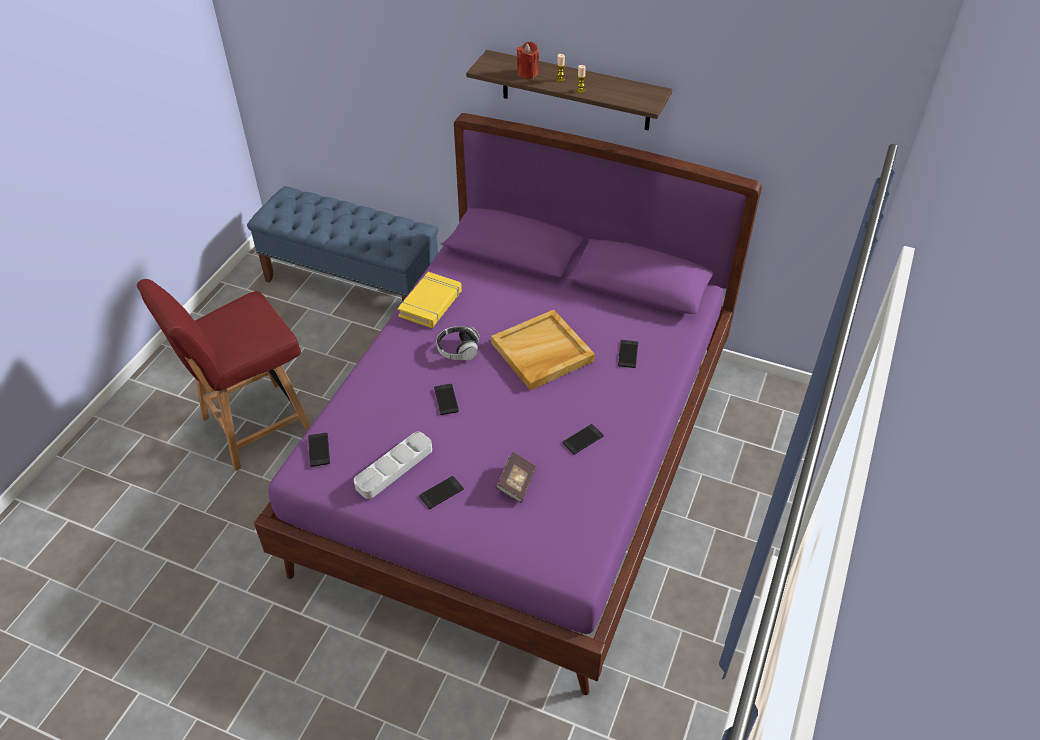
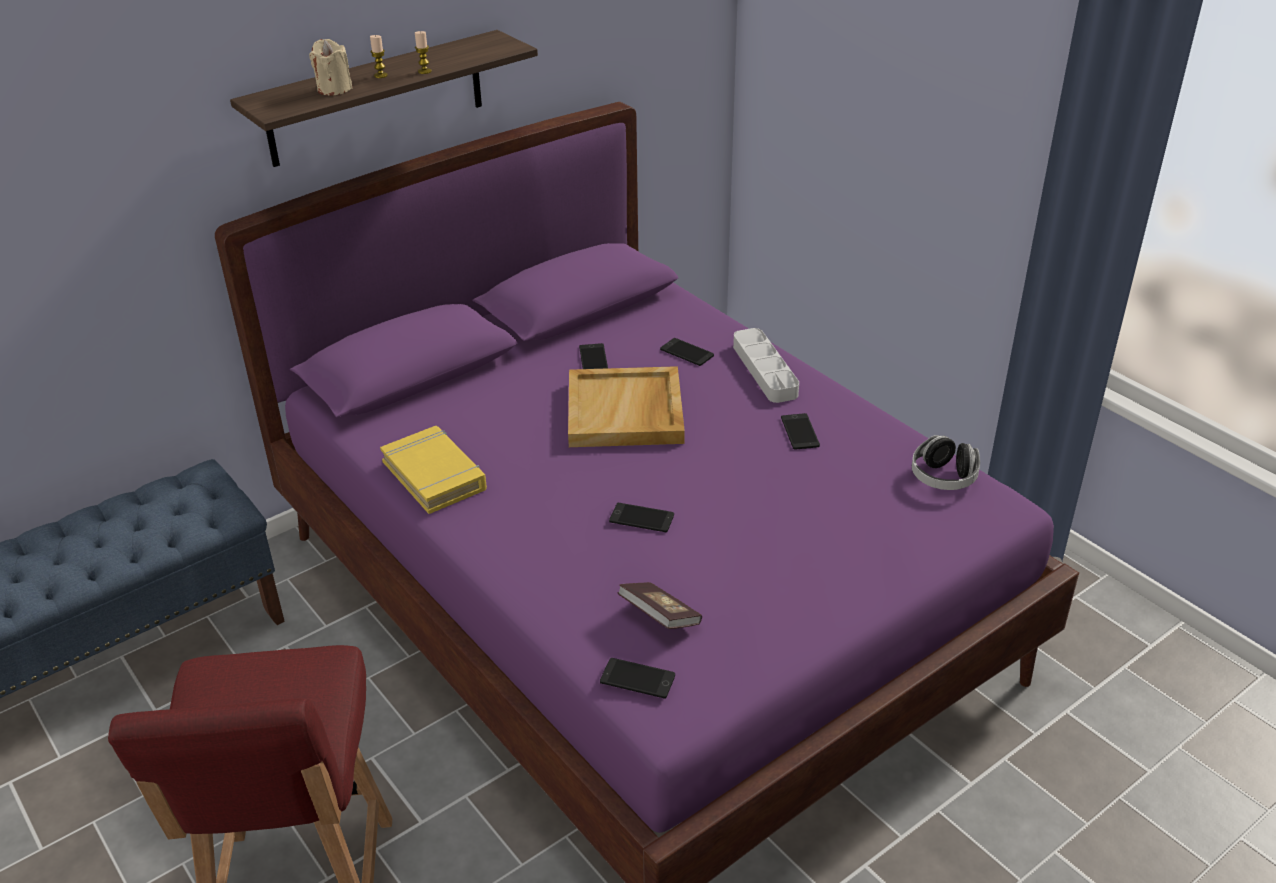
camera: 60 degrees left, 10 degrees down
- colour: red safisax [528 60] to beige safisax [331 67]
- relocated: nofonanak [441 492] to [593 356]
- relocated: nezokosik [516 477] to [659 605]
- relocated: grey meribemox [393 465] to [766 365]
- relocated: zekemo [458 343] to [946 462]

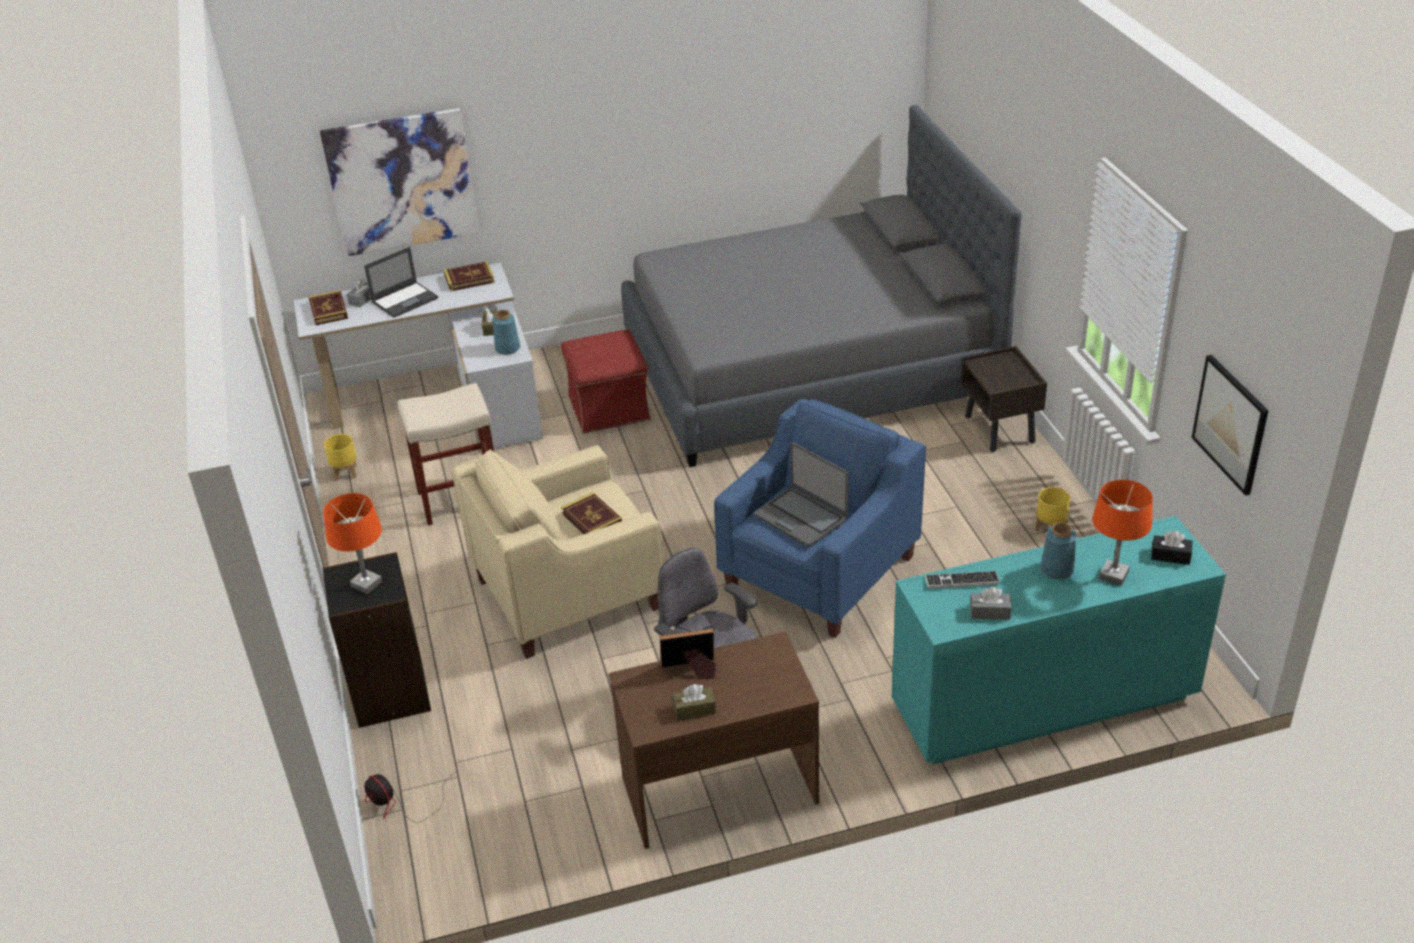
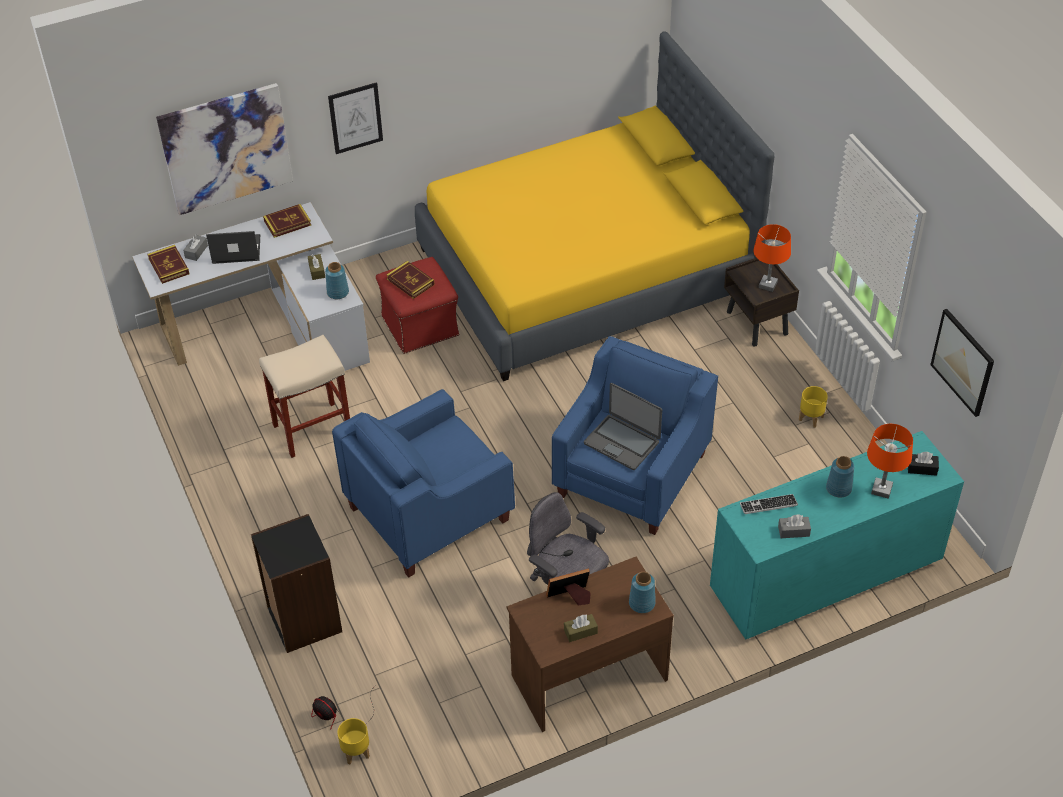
camera: 10 degrees left, 10 degrees up
- spun: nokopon [401 282] = [233 247] 135 degrees counterclockwise
- appeared: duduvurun [355 118]
- colour: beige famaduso [558 552] to blue famaduso [423 483]
- relocated: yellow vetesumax [340 457] to [353 741]
- relocated: nezokosik [591 513] to [410 280]
- colour: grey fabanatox [821 286] to yellow fabanatox [595 206]
- appeared: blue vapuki [642 592]
- relocated: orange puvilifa [352 543] to [772 258]

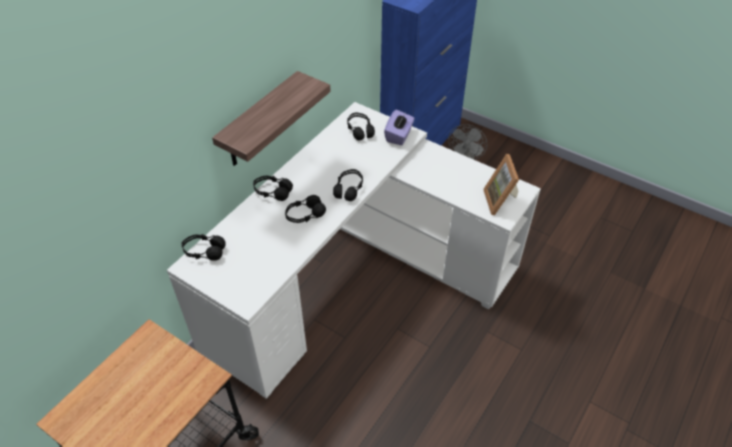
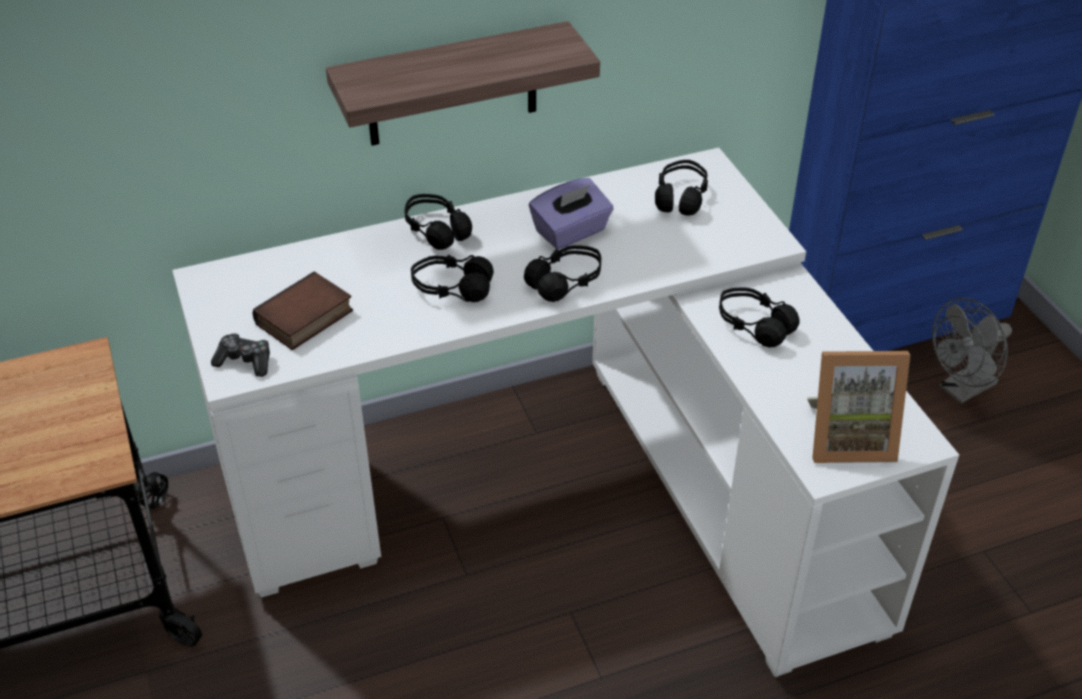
camera: 35 degrees right, 5 degrees down
- appeared: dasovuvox [240 355]
- appeared: nezokosik [302 311]
- relocated: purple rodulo [399 127] to [571 213]
- relocated: black zekemo [203 247] to [759 317]
- spun: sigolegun [501 184] = [858 407] 120 degrees counterclockwise

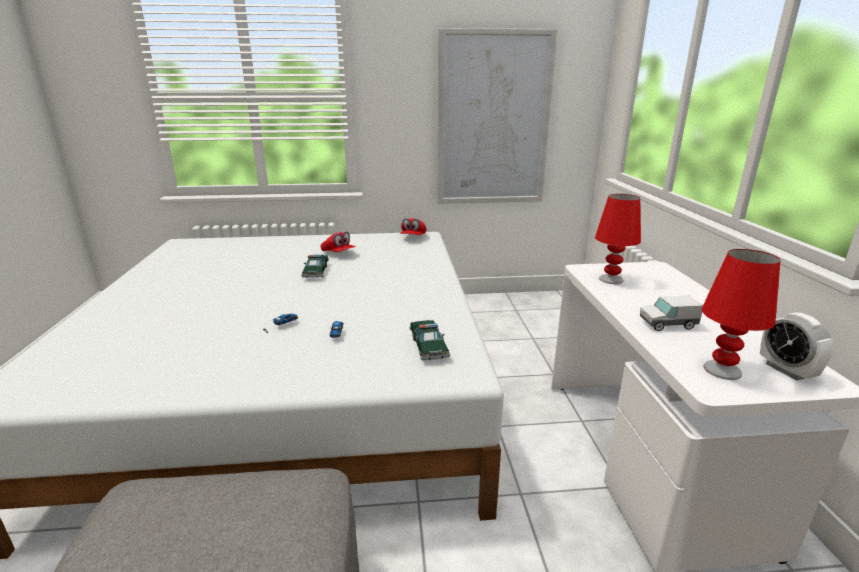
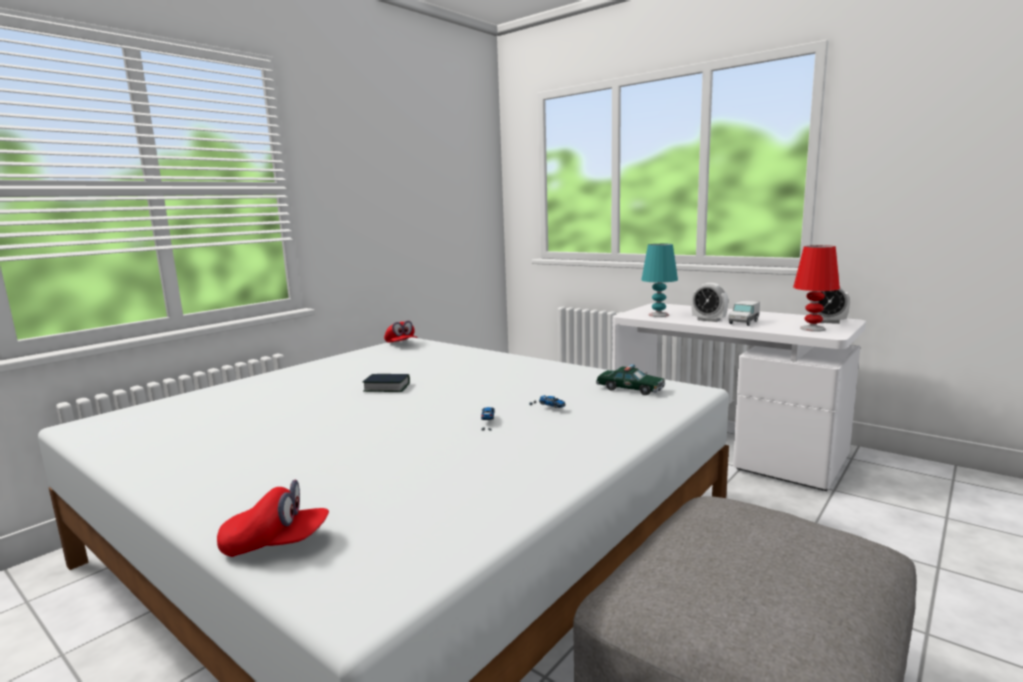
camera: 45 degrees left, 10 degrees down
- relocated: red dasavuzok [338 241] to [273 518]
- exchanged: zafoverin [315 266] to nezokosik [386 383]
- colour: red puvilifa [618 239] to turquoise puvilifa [659 280]
- appeared: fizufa [709 302]
- missing: duduvurun [497 116]

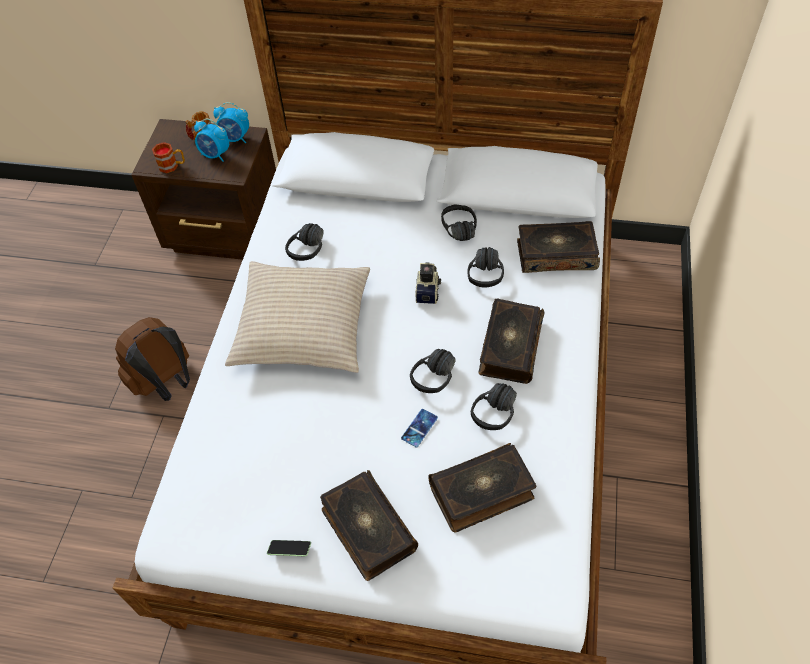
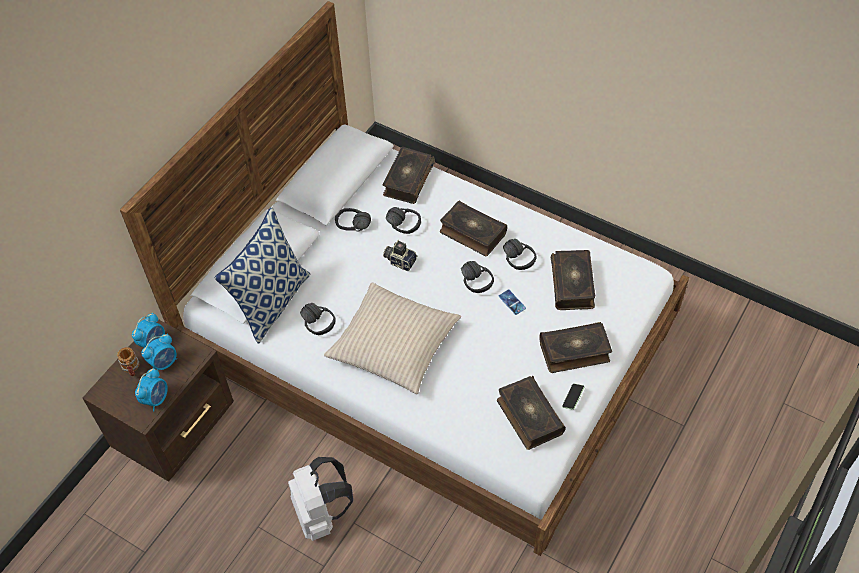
camera: 70 degrees left, 0 degrees up
- exchanged: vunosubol [168 157] to fizufa [151 390]
- appeared: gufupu [262 275]
- colour: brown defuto [152 359] to white defuto [320 499]
- appeared: nezokosik [531 413]

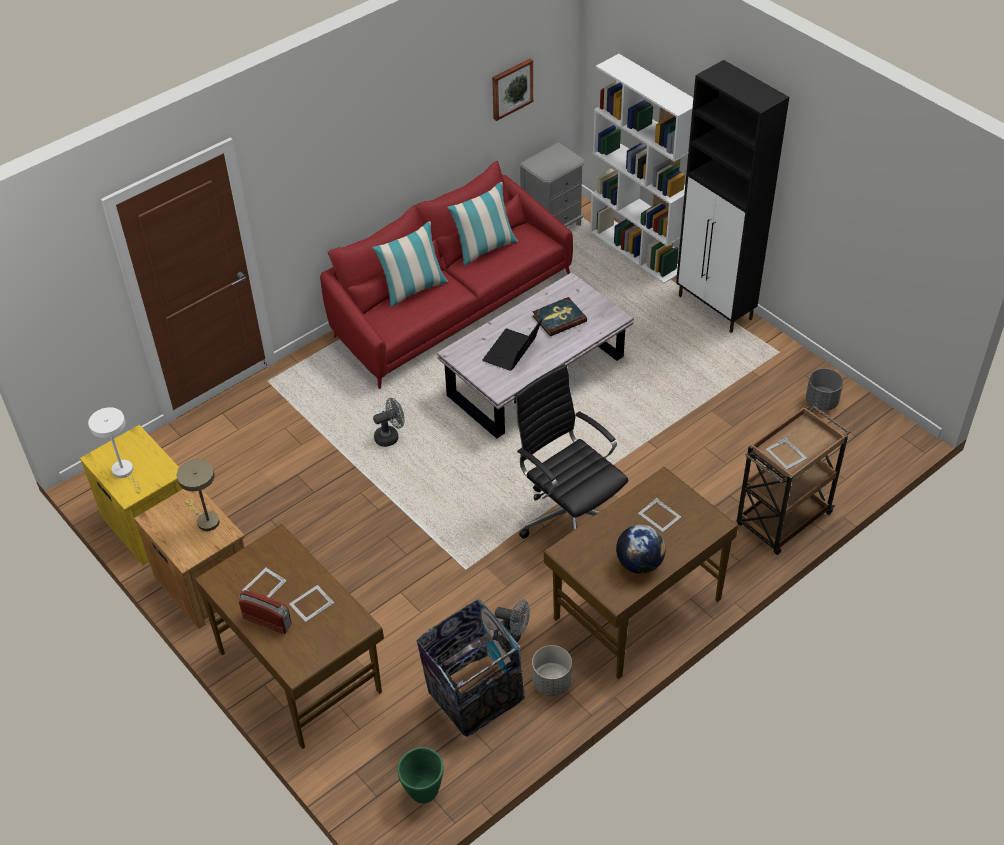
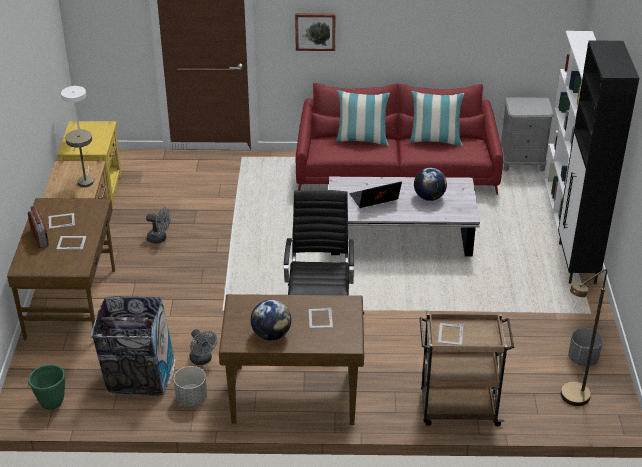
camera: 40 degrees right, 10 degrees down
- relocated: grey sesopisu [388 422] to [158 225]
- relocated: duduvurun [512 90] to [315 32]
- exchanged: nezokosik [559 316] to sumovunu [430 184]
- appeared: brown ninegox [584 337]

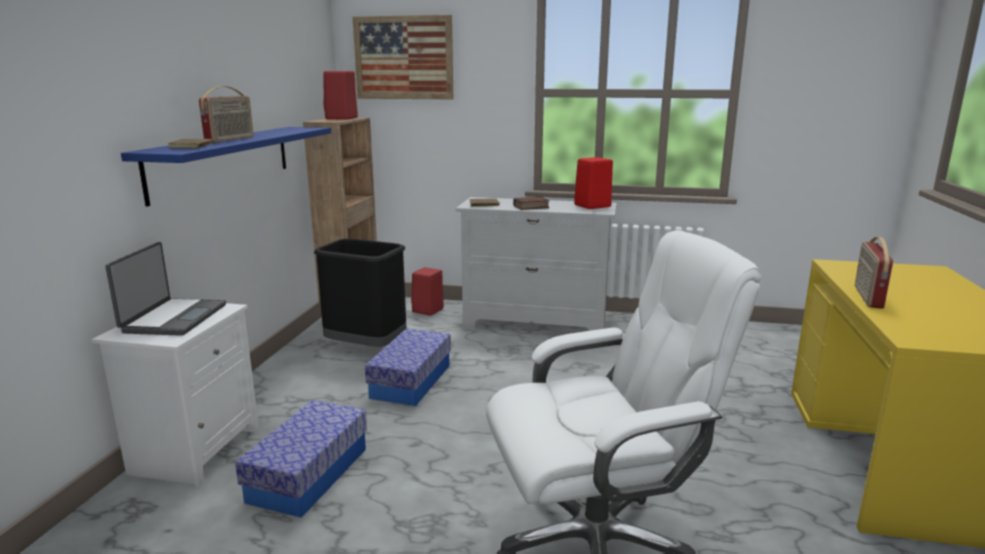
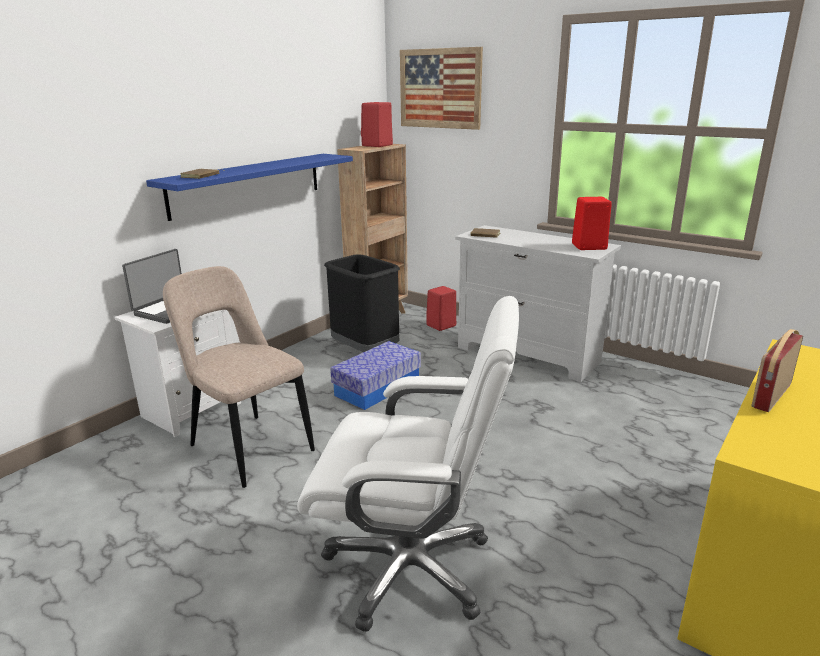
camera: 25 degrees right, 5 degrees up
- exchanged: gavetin [301 459] to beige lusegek [239 377]
- missing: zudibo [226 114]
- missing: nezokosik [531 203]

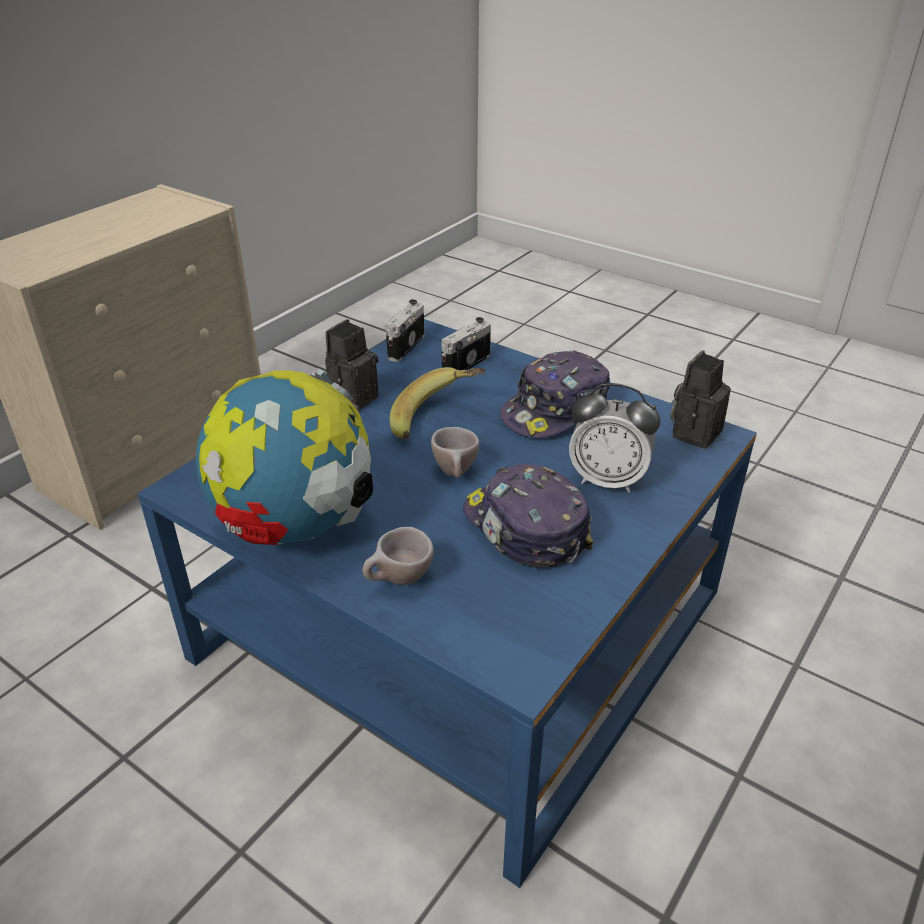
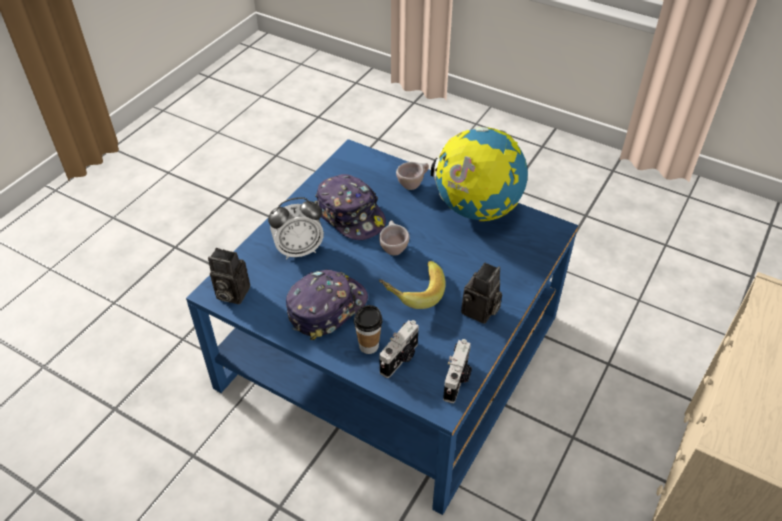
camera: 175 degrees right, 10 degrees up
- spun: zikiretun [700 399] = [229 276] 75 degrees clockwise
- spun: fizufa [614 438] = [296 228] 150 degrees clockwise
- appeared: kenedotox [368 329]

